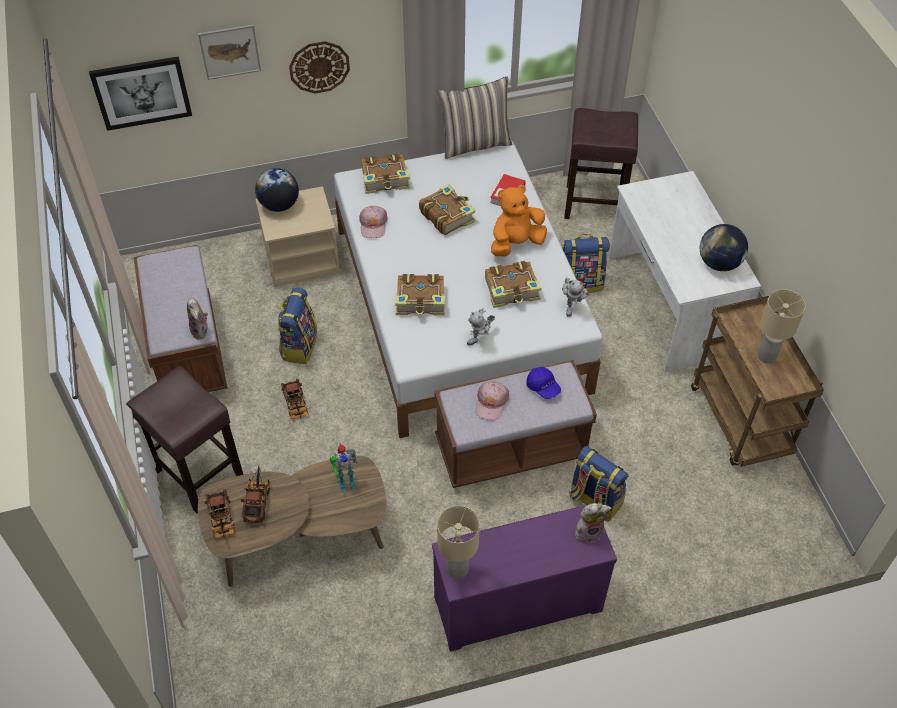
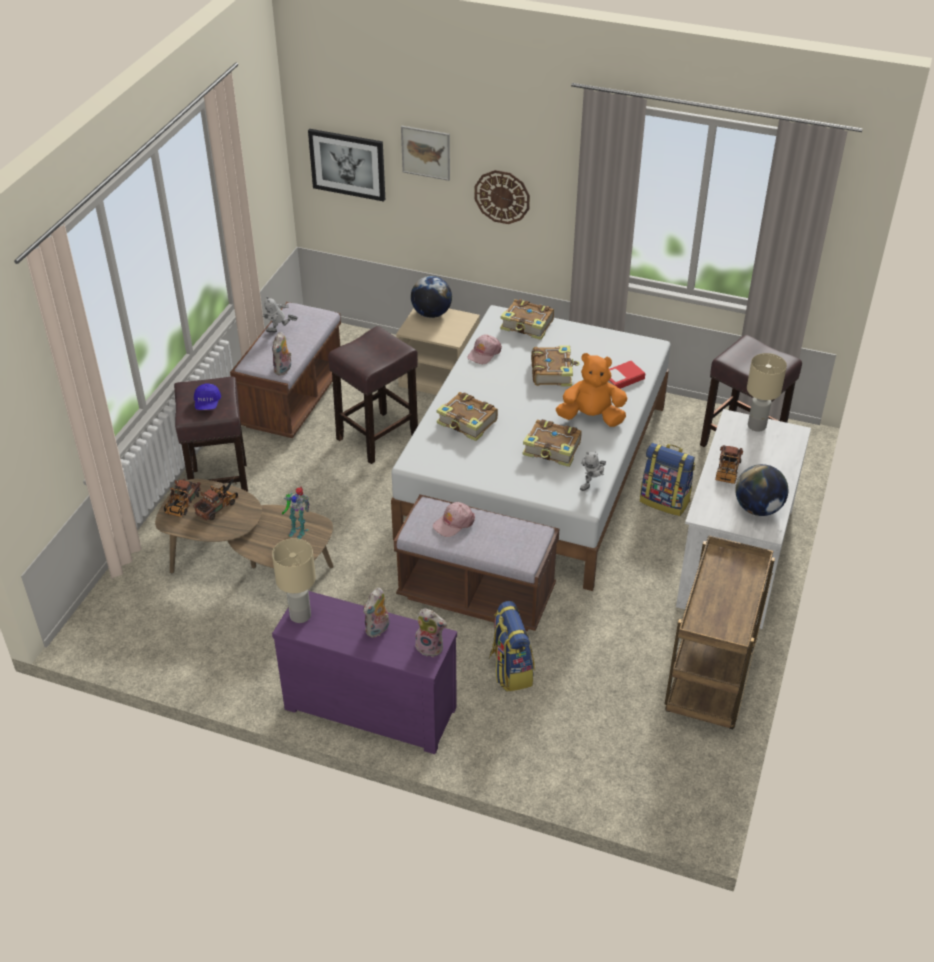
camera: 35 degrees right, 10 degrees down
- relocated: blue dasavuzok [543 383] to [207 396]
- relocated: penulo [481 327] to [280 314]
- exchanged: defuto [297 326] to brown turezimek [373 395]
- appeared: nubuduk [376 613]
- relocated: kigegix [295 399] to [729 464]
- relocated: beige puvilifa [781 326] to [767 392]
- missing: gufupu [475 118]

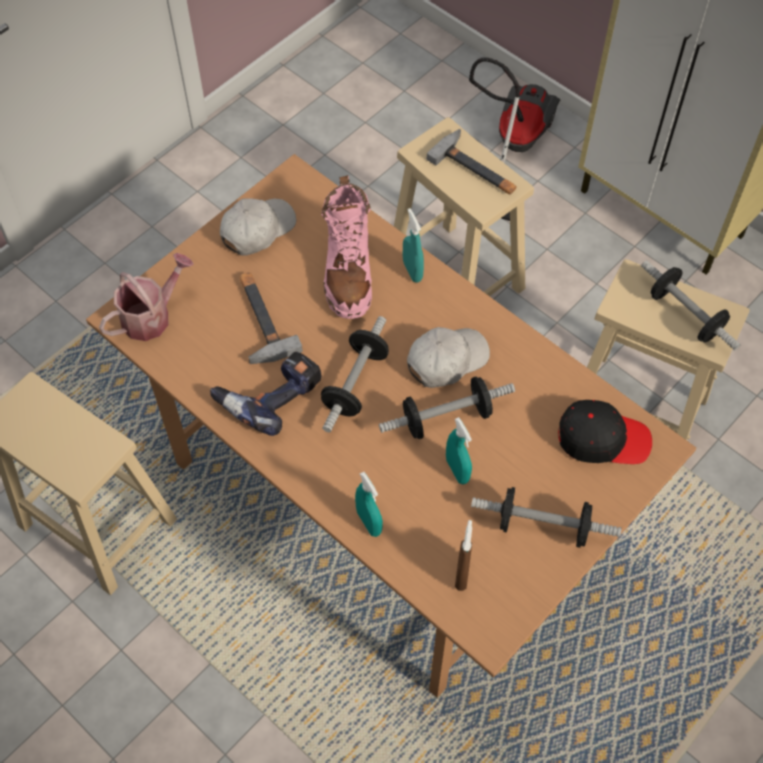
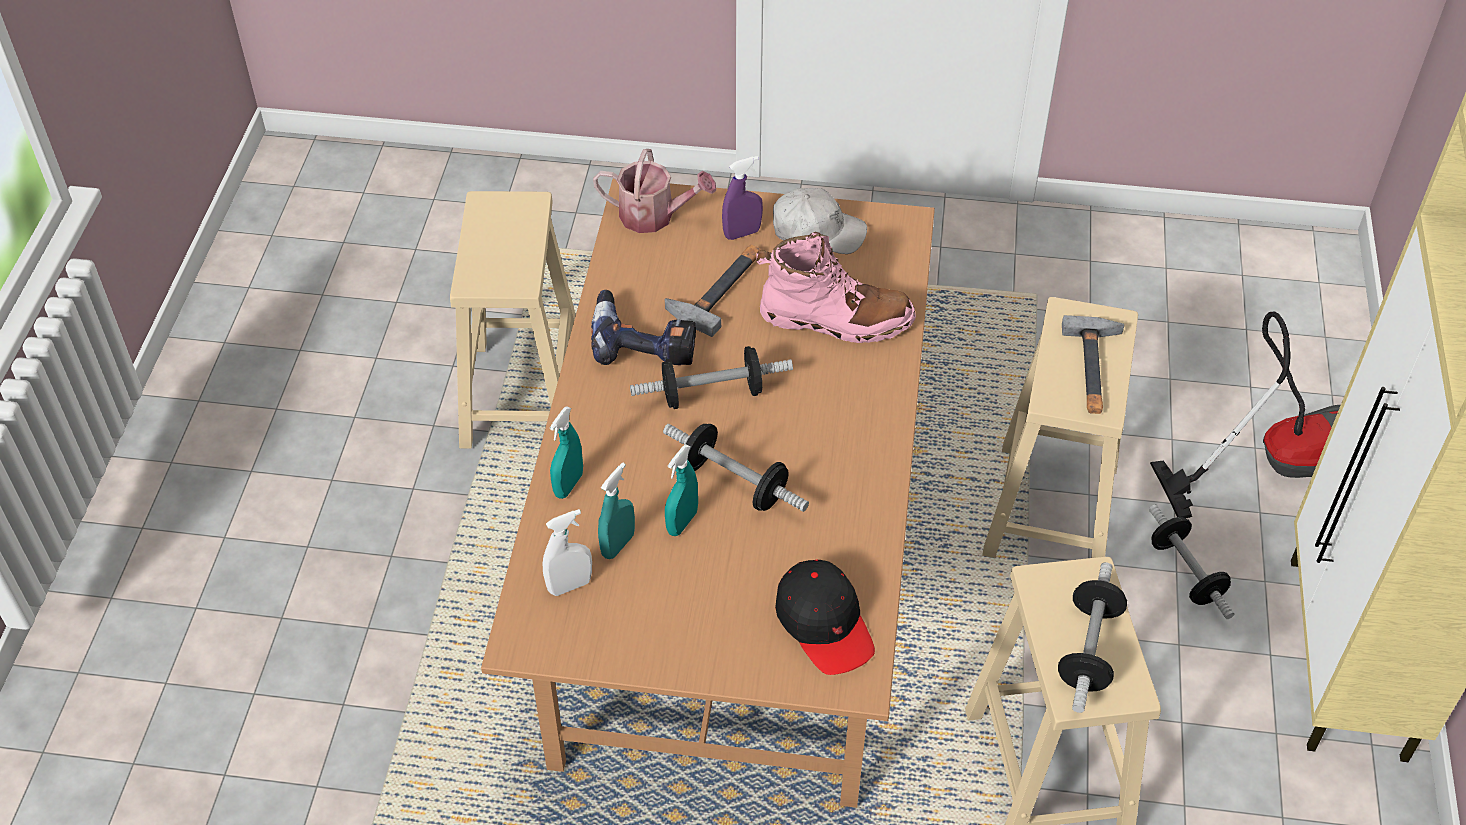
camera: 55 degrees right, 10 degrees down
- colour: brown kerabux [463 555] to white kerabux [567 552]
- relocated: turquoise kerabux [413 245] to [616 511]
- appeared: purple kerabux [742 198]
- spun: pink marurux [346 247] = [836 287] 135 degrees counterclockwise
- relocated: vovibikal [546 517] to [1191 562]
- missing: white dasavuzok [448 357]

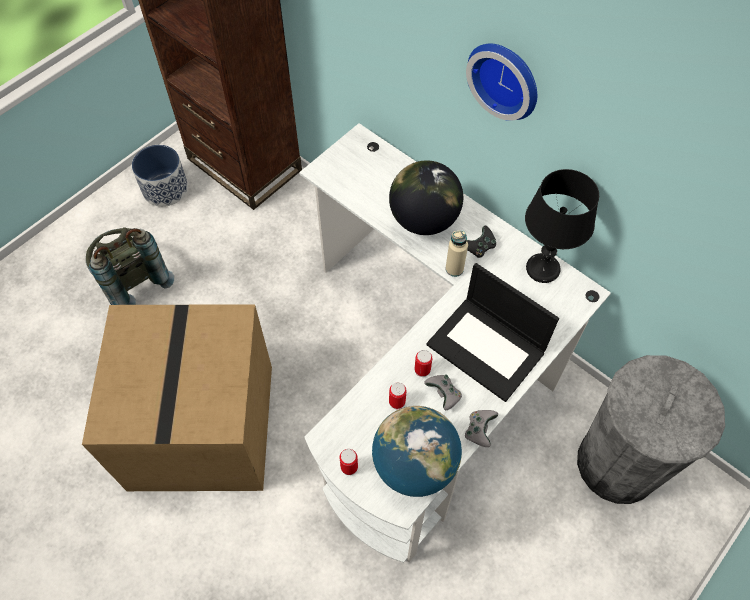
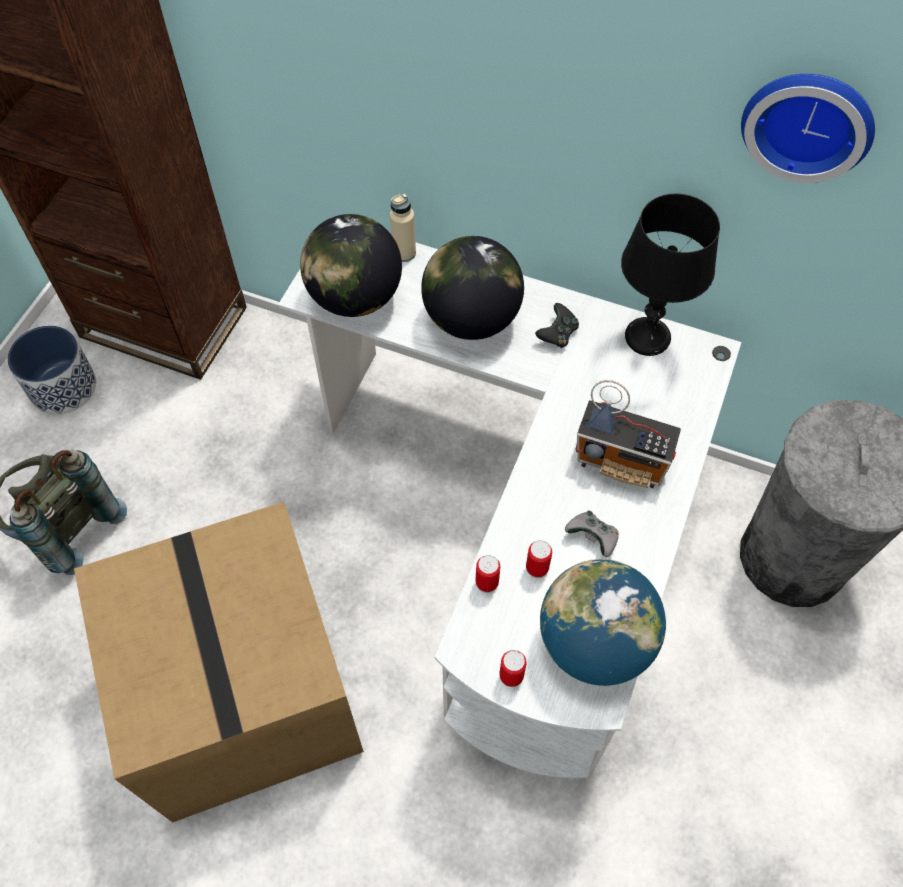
camera: 20 degrees left, 0 degrees up
- appeared: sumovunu [351 265]
- relocated: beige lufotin [456 253] to [403 227]
- relocated: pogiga [423 363] to [487 574]
- exchanged: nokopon [492 332] to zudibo [628 434]
- relocated: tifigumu [501 82] to [808 128]
- missing: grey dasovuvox [481 428]

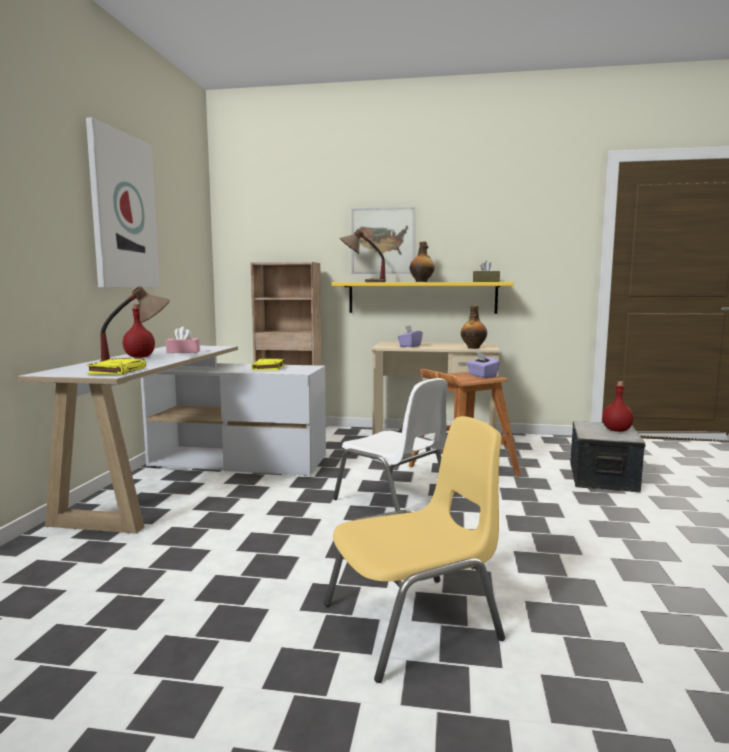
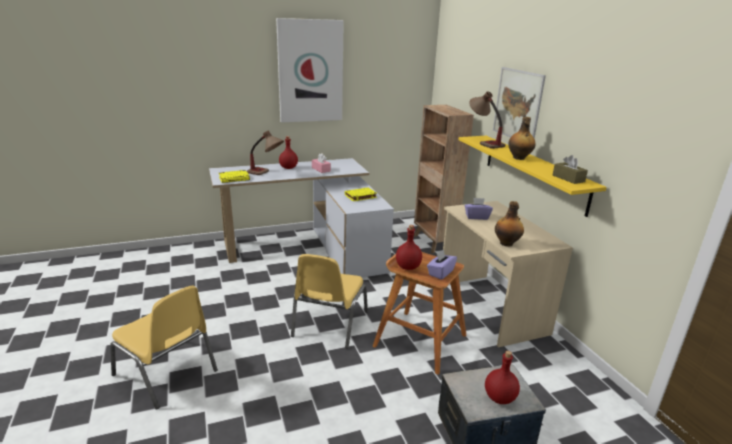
camera: 60 degrees right, 15 degrees up
- colour: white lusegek [390 444] to yellow lusegek [329 301]
- appeared: red lufotin [409 247]

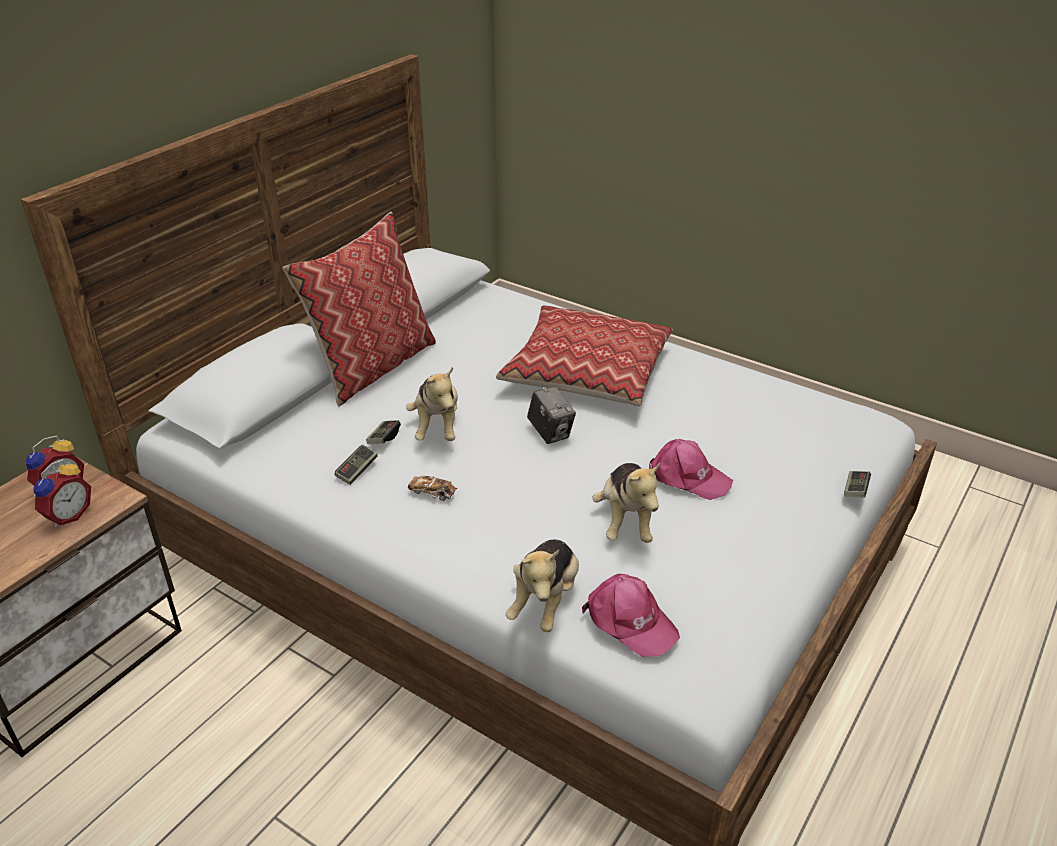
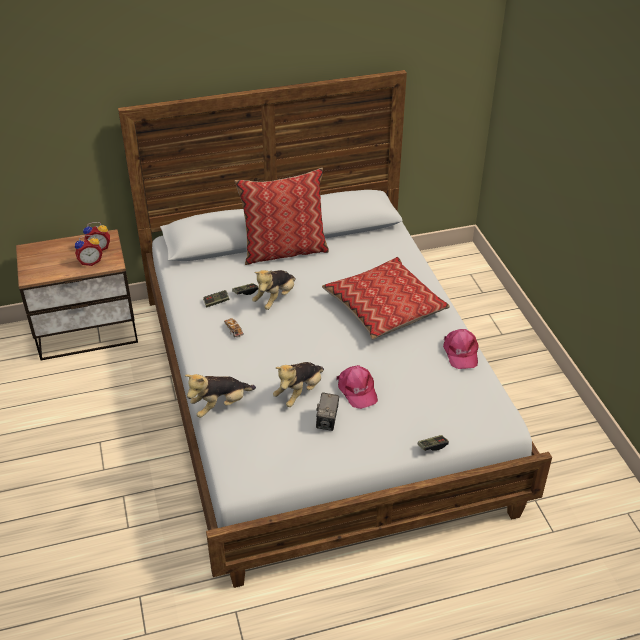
camera: 40 degrees right, 5 degrees up
- relocated: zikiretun [551 415] to [327 411]
- relocated: pink dasavuzok [631 615] to [461 349]

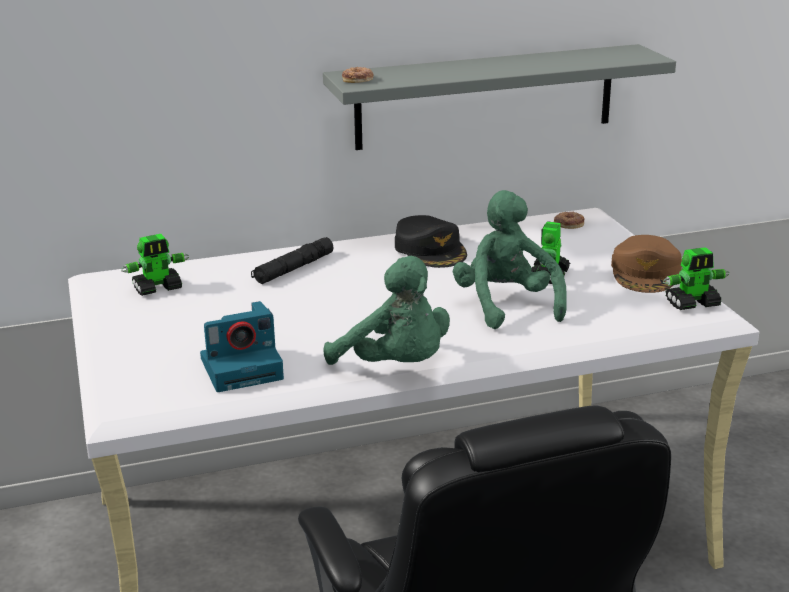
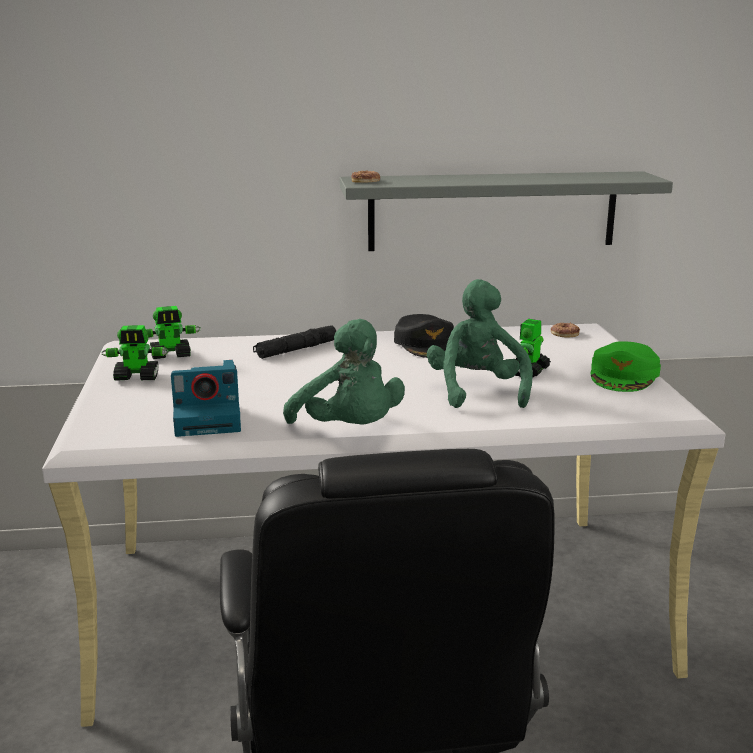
camera: 10 degrees right, 5 degrees down
- relocated: penulo [696 278] to [135 353]
- colour: brown dasavuzok [646 264] to green dasavuzok [626 366]

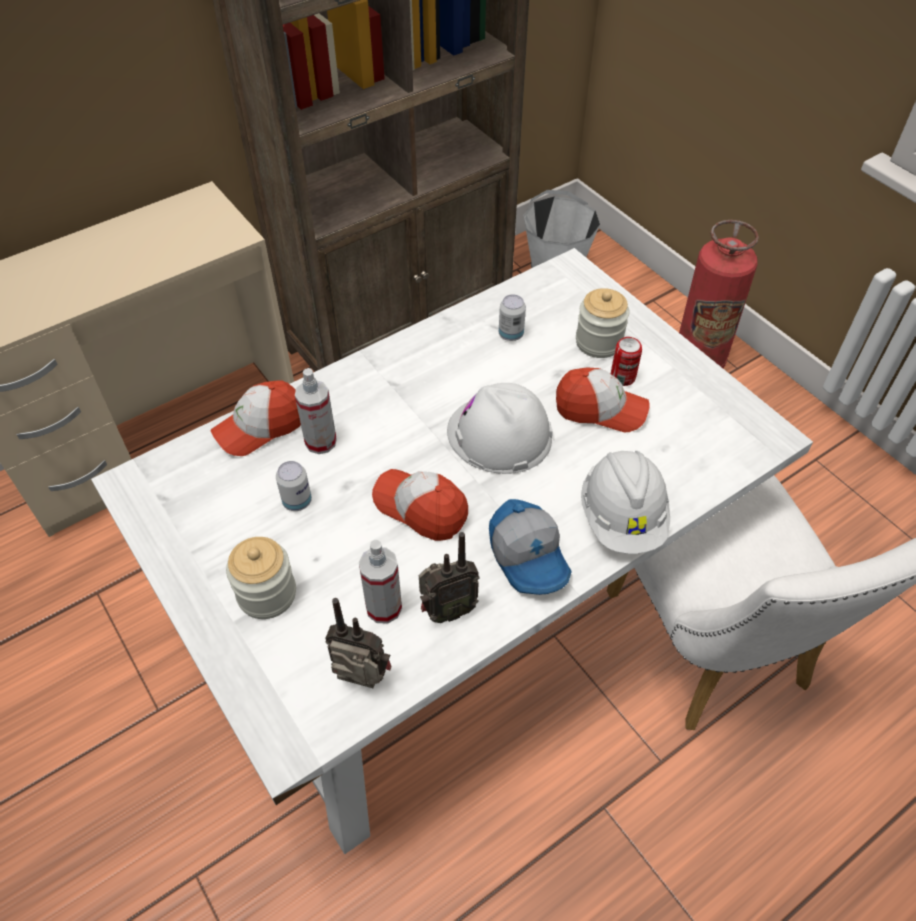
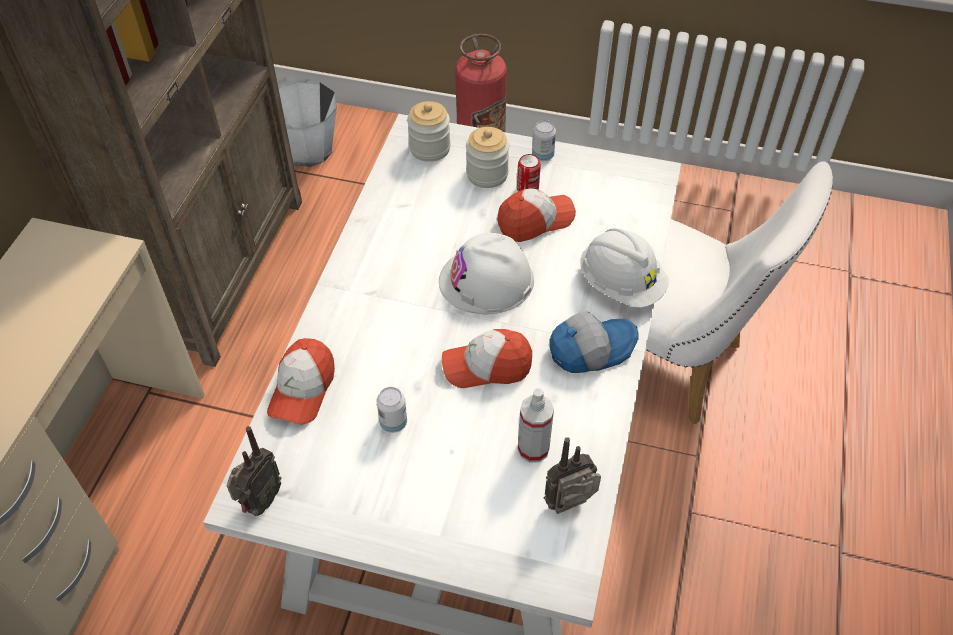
camera: 40 degrees left, 0 degrees up
- relocated: zudibo [449 577] to [254 471]
- relocated: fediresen [261 578] to [429 131]
- relocated: pogiga [512 317] to [544 140]
- spun: dasavuzok [530 547] = [594 342] 45 degrees counterclockwise
- missing: kerabux [316 411]

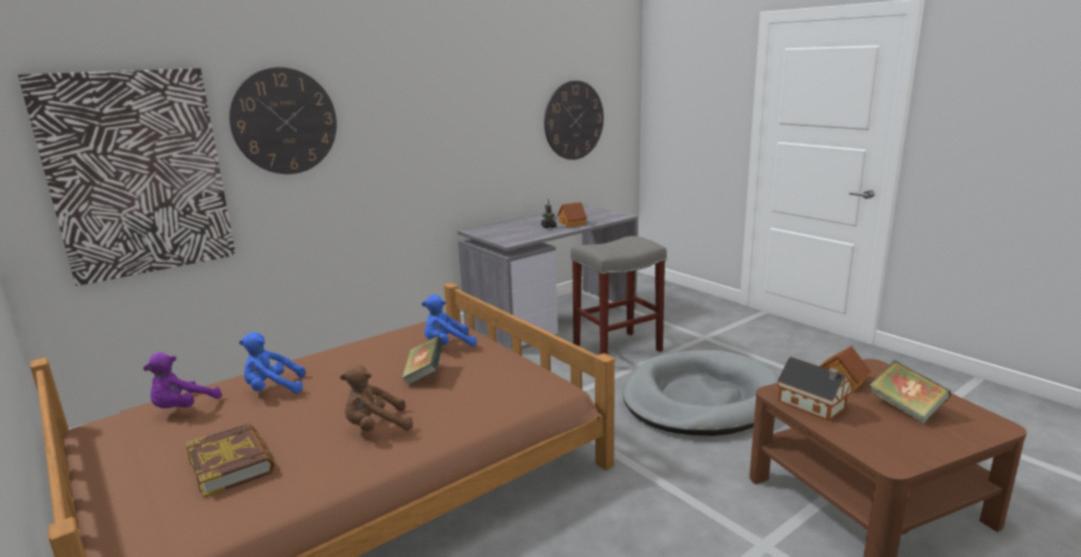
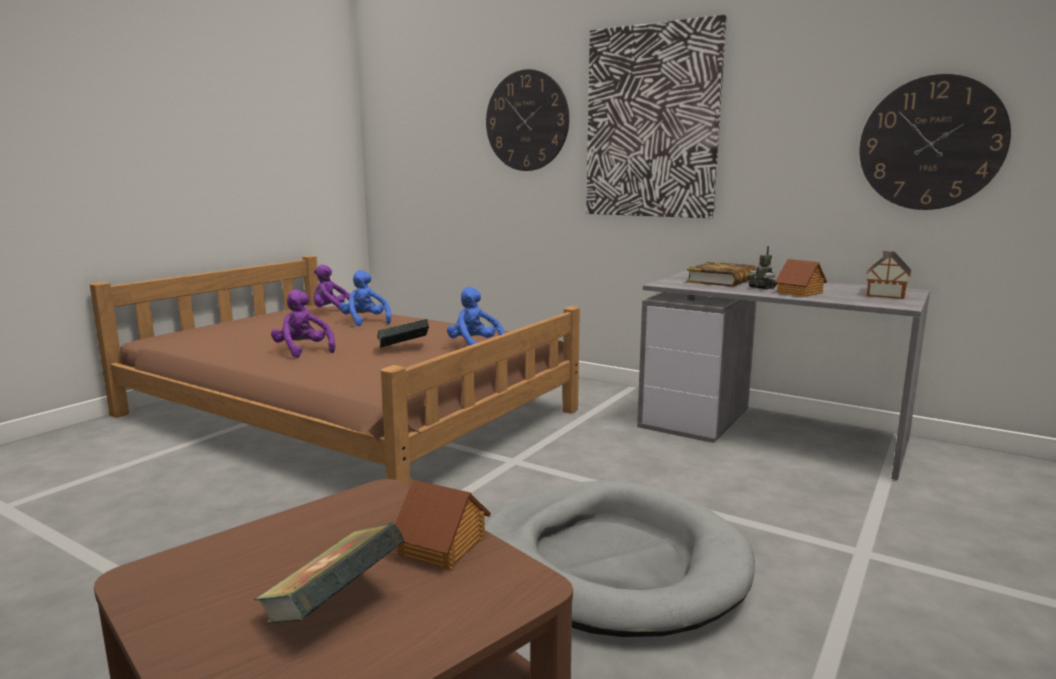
camera: 70 degrees right, 5 degrees down
- colour: brown nubuduk [376 398] to purple nubuduk [303 323]
- relocated: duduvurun [127 177] to [656 116]
- relocated: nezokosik [230 460] to [721 274]
- relocated: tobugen [815 389] to [888 275]
- missing: grey turezimek [619 295]

